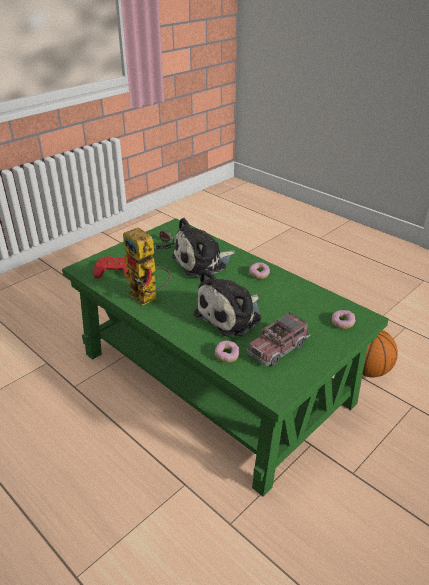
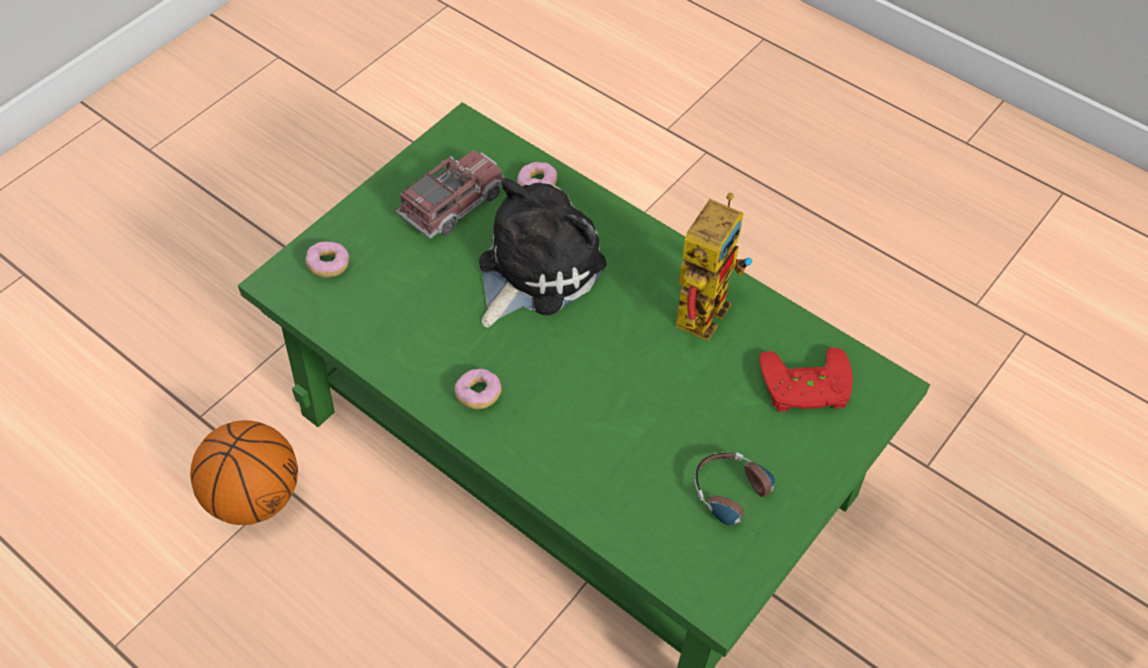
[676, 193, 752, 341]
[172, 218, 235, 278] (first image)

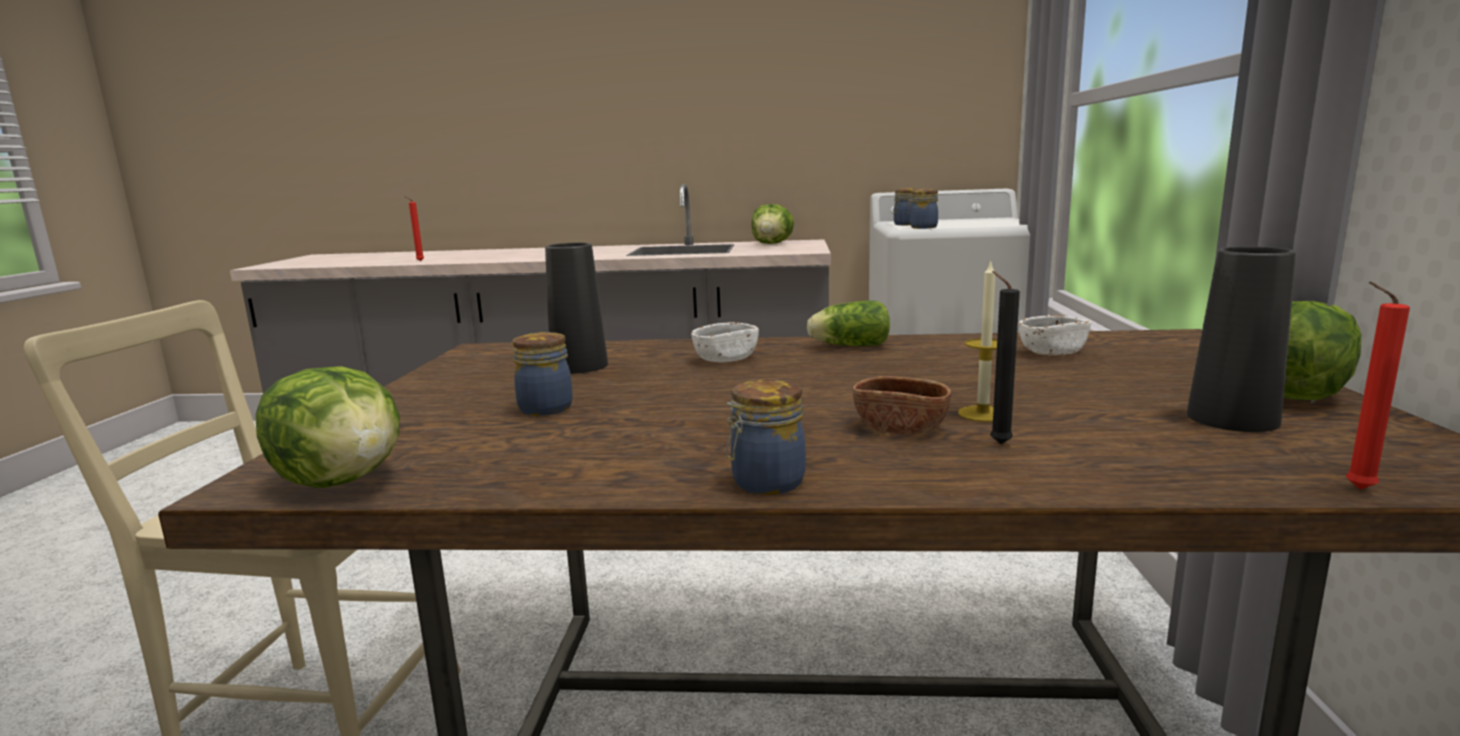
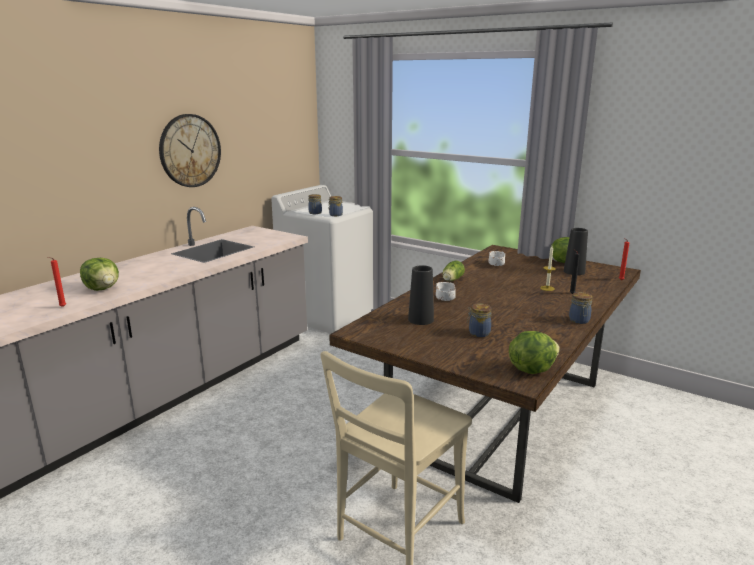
[80, 258, 119, 291]
[159, 114, 221, 187]
[853, 376, 951, 435] (first image)

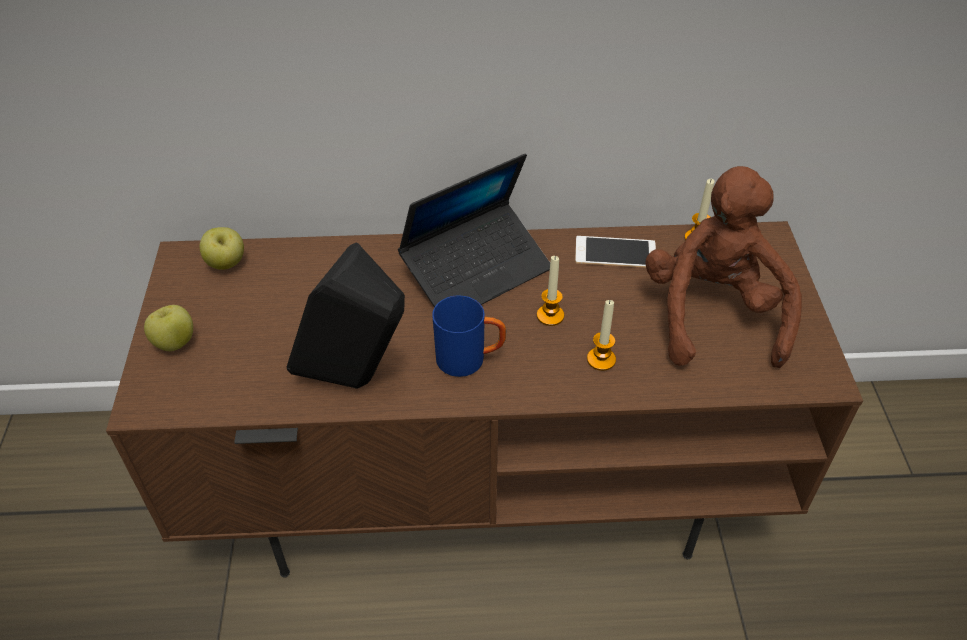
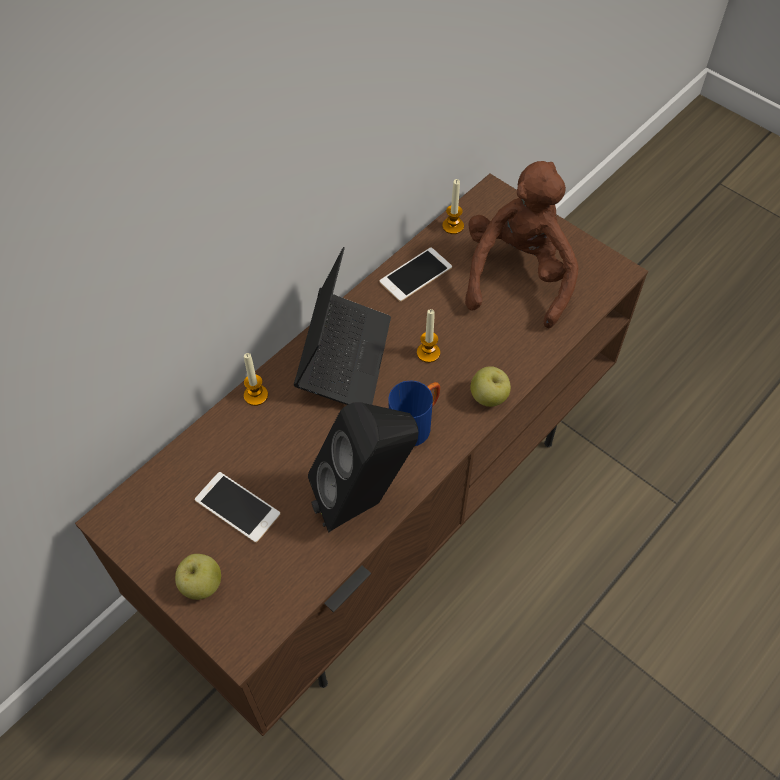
[195, 472, 280, 543]
[244, 353, 268, 406]
[465, 161, 579, 328]
[470, 366, 511, 407]

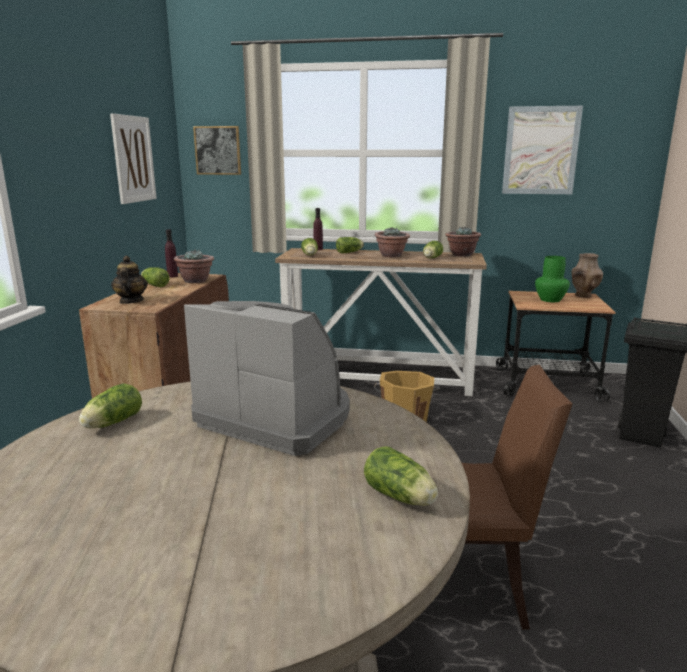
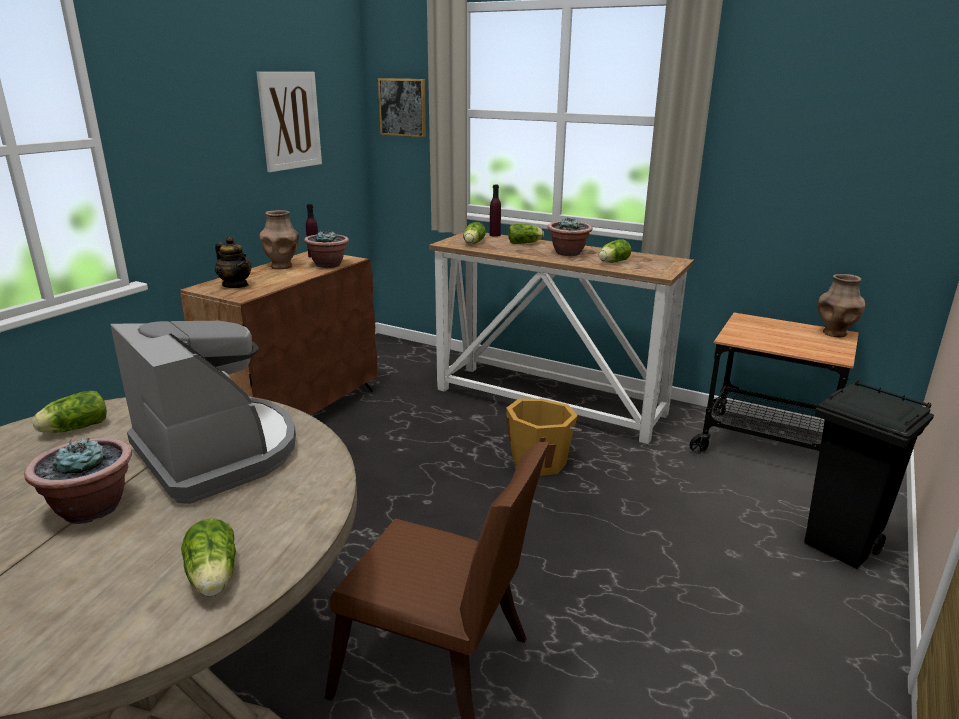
[24, 437, 132, 524]
[215, 237, 251, 288]
[260, 210, 299, 269]
[502, 106, 583, 194] (first image)
[535, 256, 570, 302] (first image)

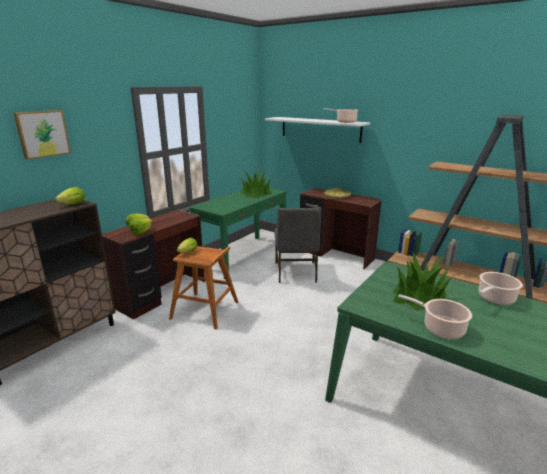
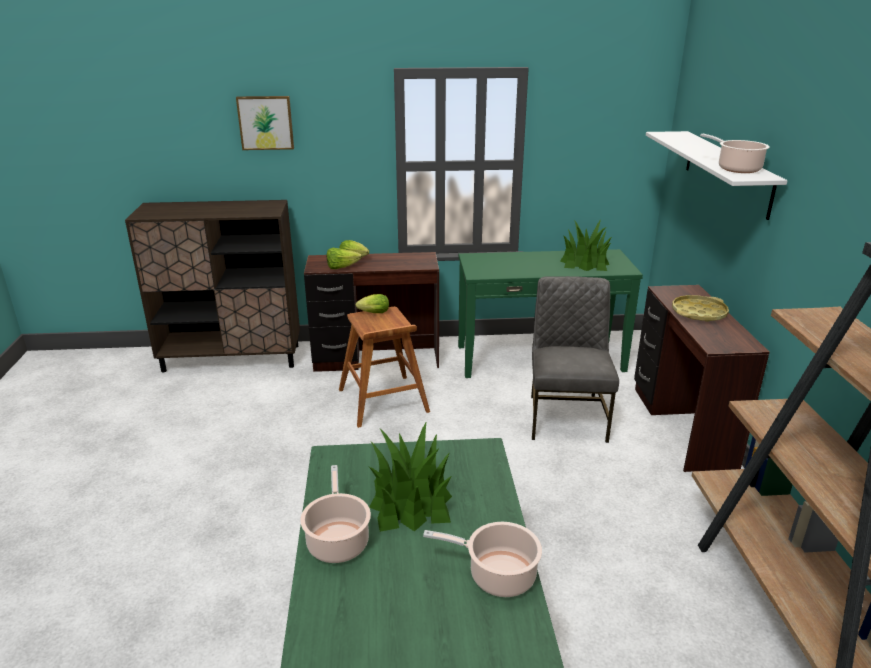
[531, 276, 619, 443]
[55, 187, 85, 204] (first image)

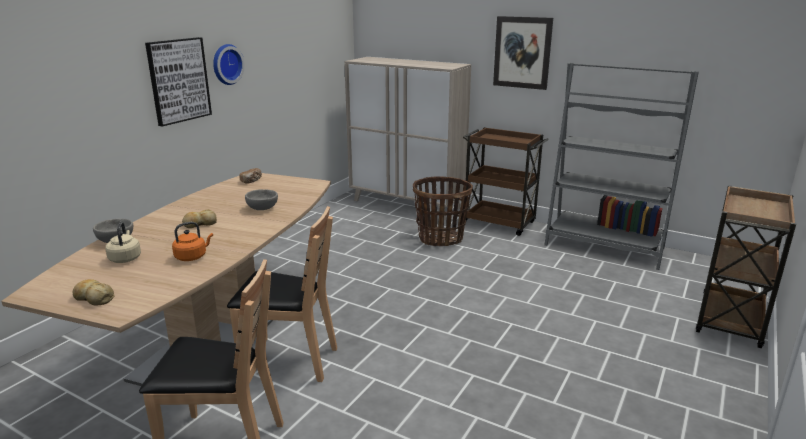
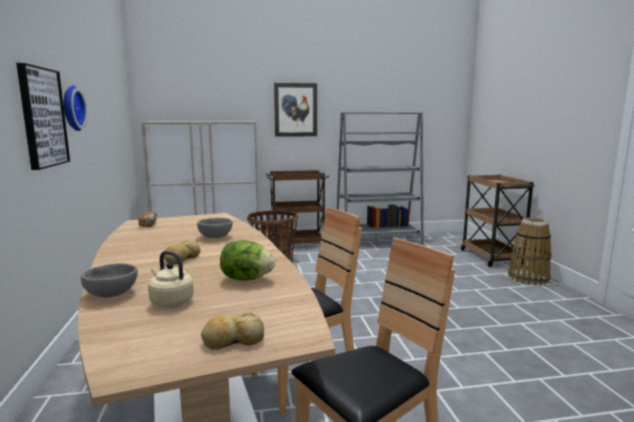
[220, 240, 275, 280]
[508, 217, 552, 286]

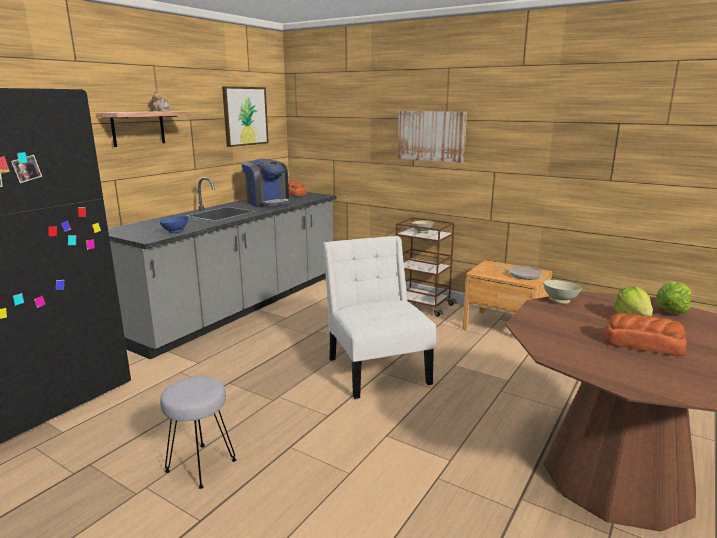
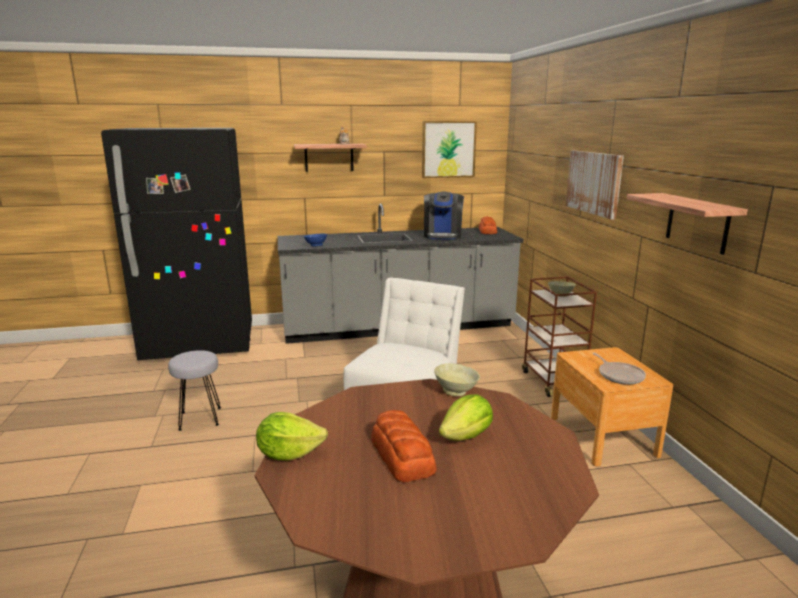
[256, 412, 328, 460]
[627, 193, 748, 255]

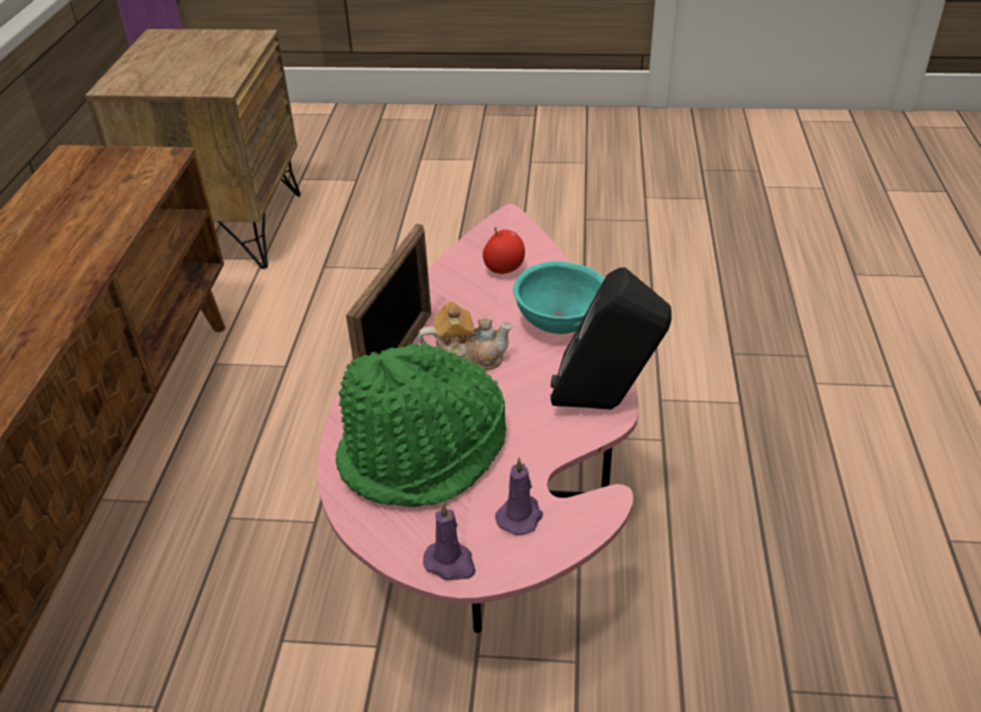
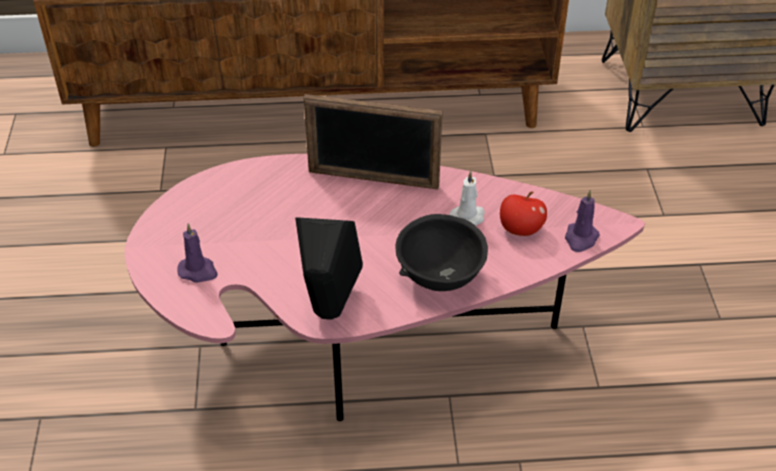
[395, 214, 488, 291]
[449, 171, 485, 226]
[565, 190, 600, 252]
[336, 343, 507, 507] (first image)
[418, 301, 514, 370] (first image)

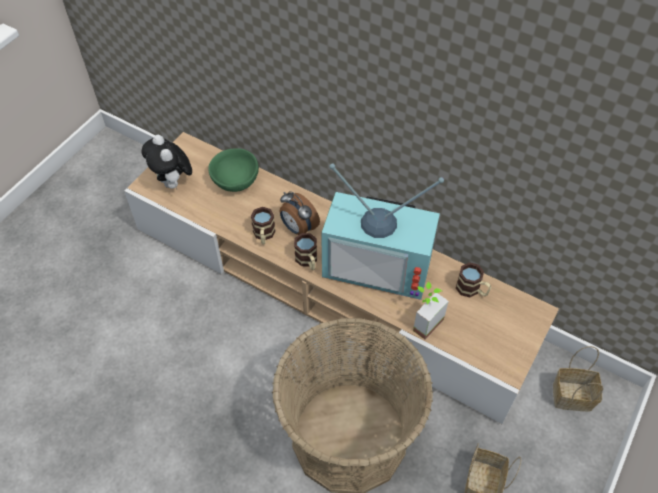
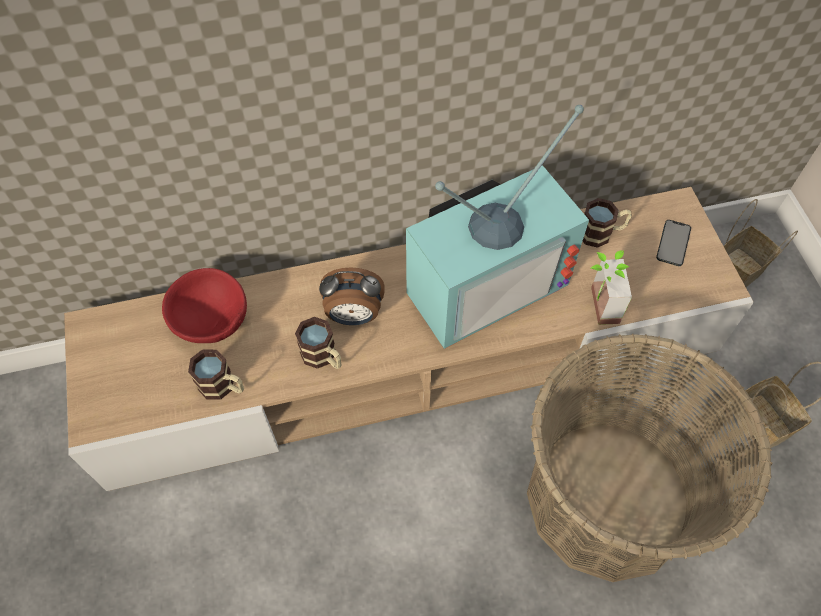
[162, 268, 247, 343]
[188, 350, 244, 400]
[656, 220, 691, 266]
[142, 135, 192, 189] (first image)

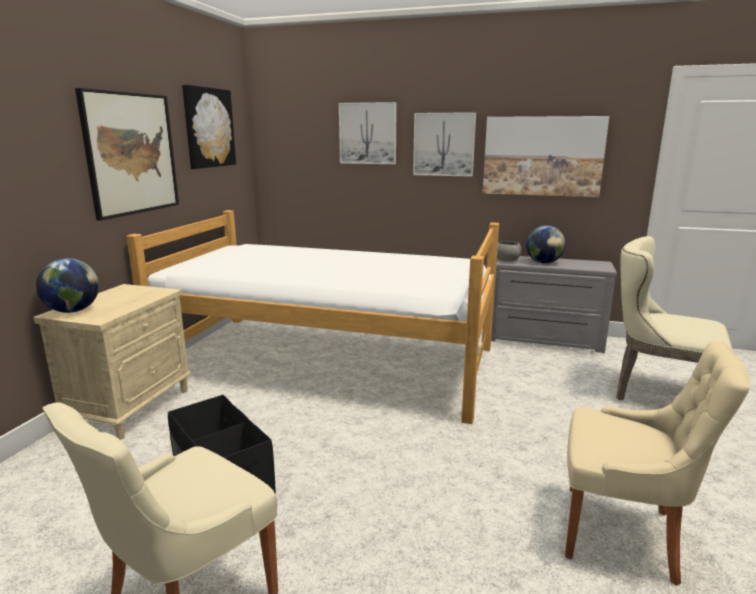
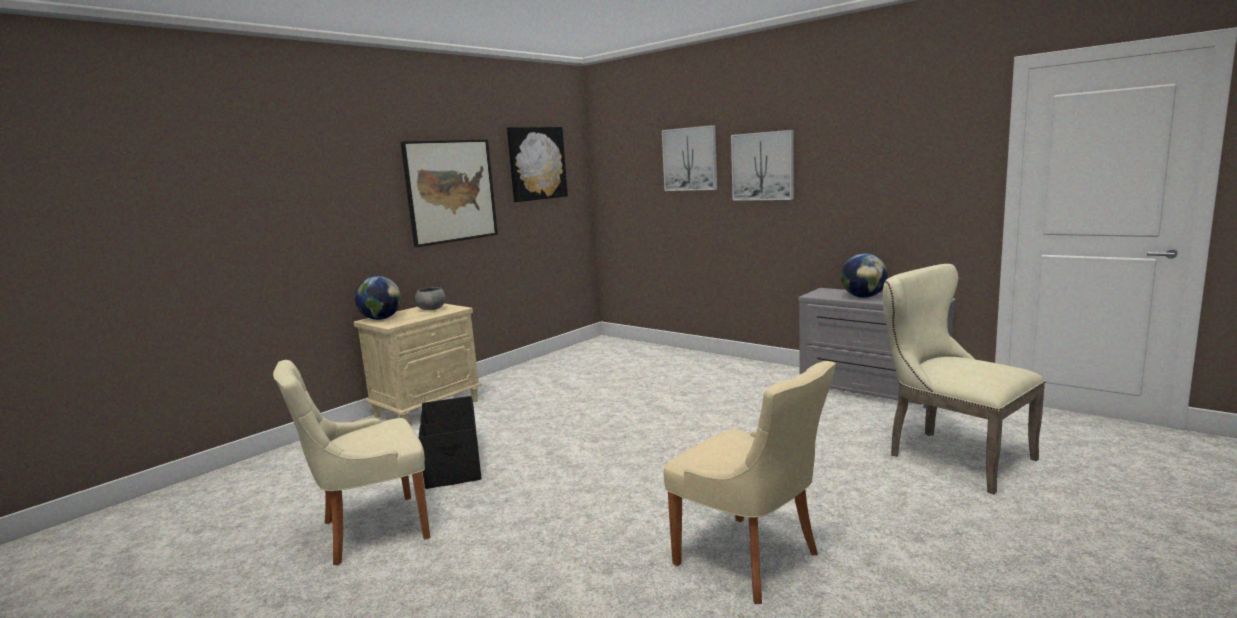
[415, 287, 445, 310]
[126, 210, 499, 424] (first image)
[483, 116, 609, 197] (first image)

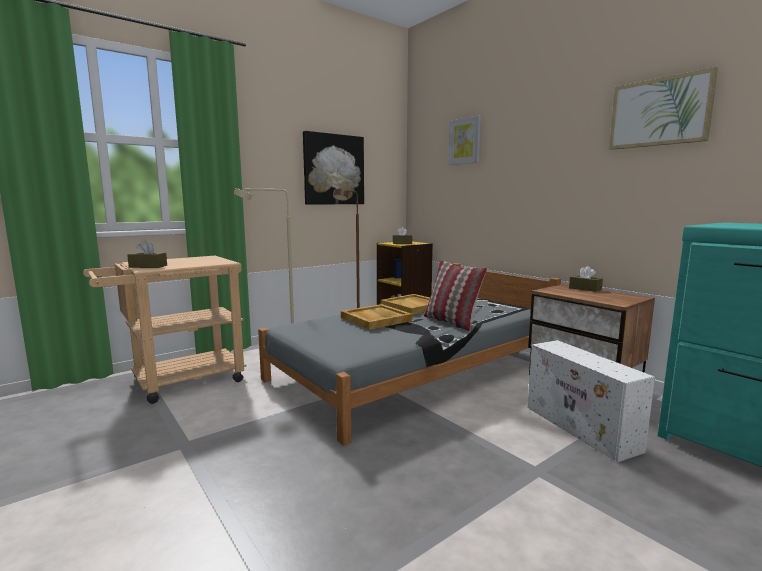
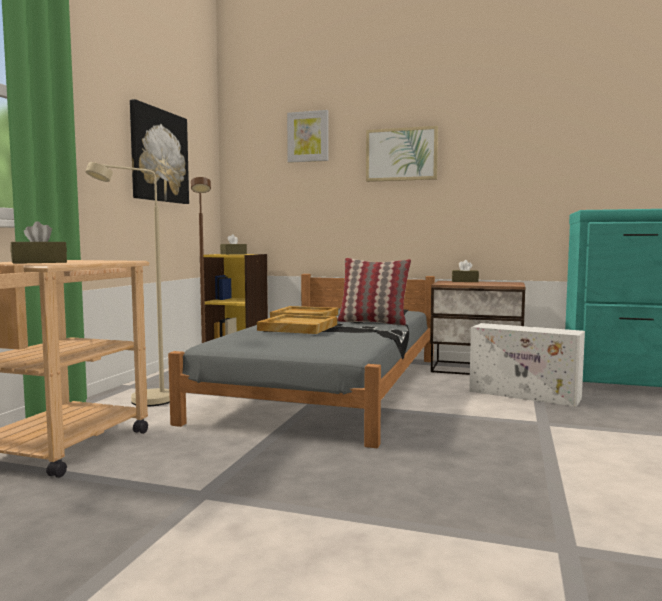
[366, 126, 438, 182]

